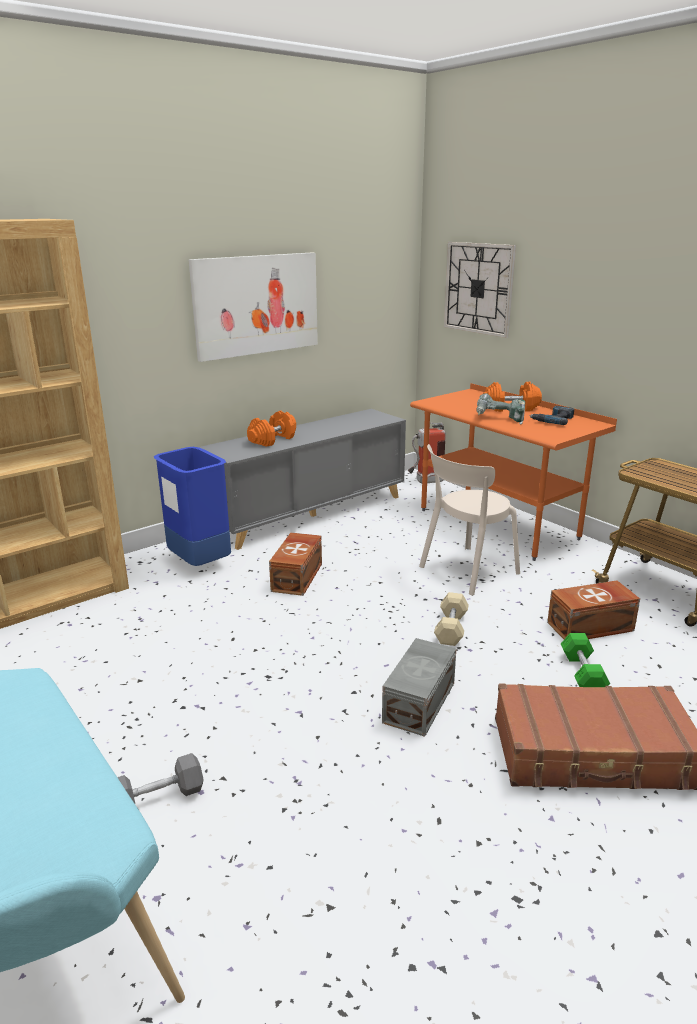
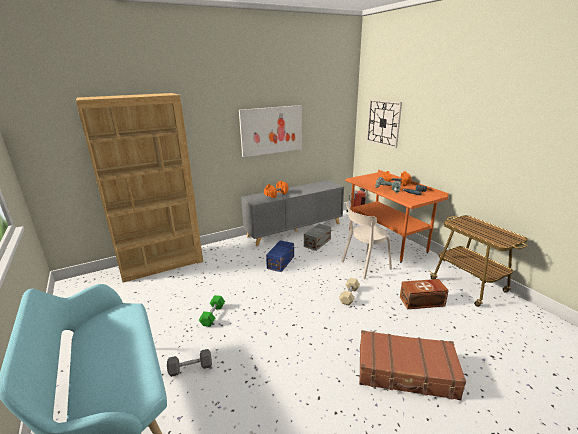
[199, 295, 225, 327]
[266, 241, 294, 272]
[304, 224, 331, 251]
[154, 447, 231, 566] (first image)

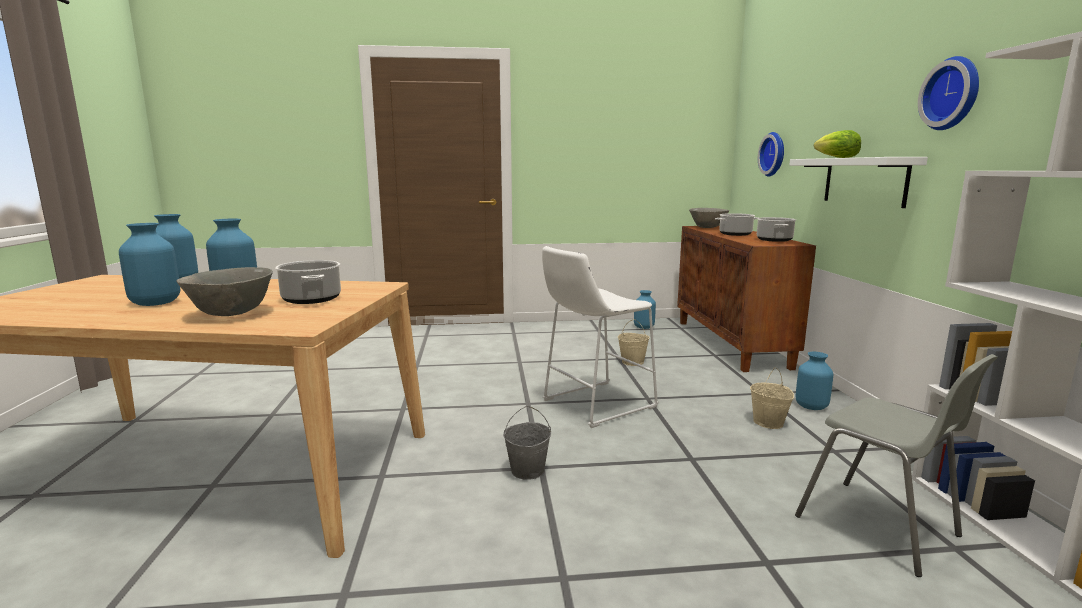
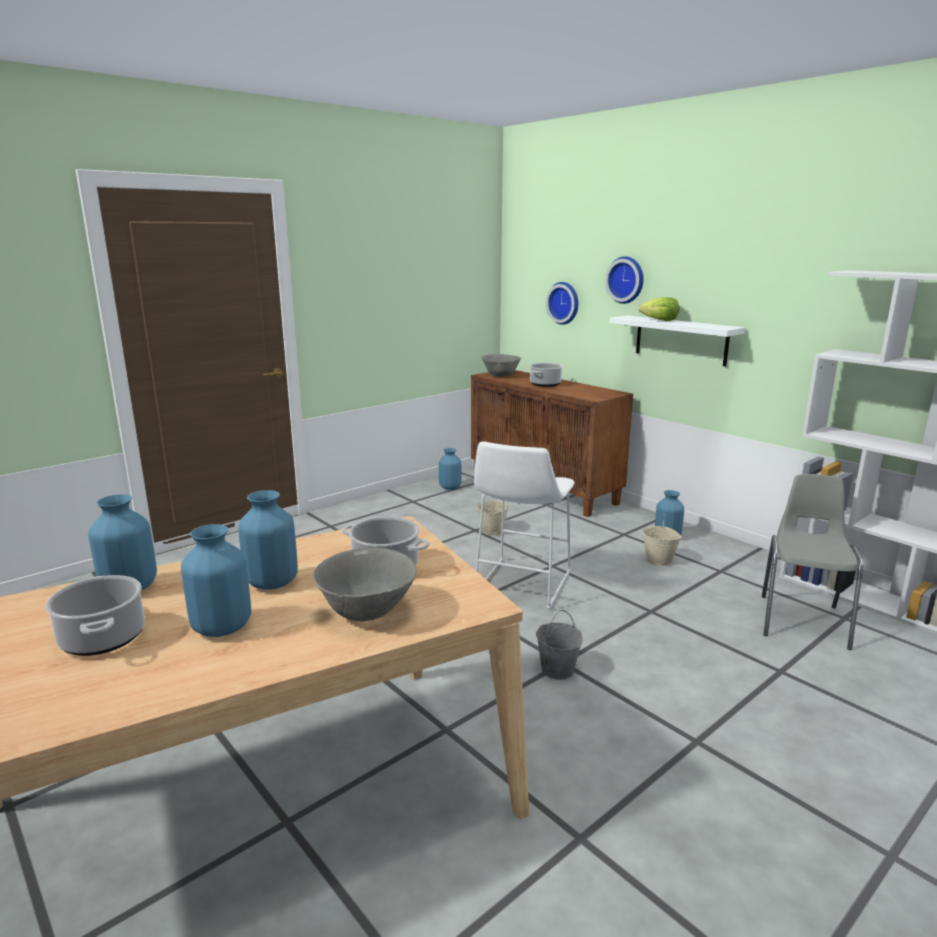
[45, 575, 145, 656]
[605, 256, 644, 304]
[762, 474, 863, 650]

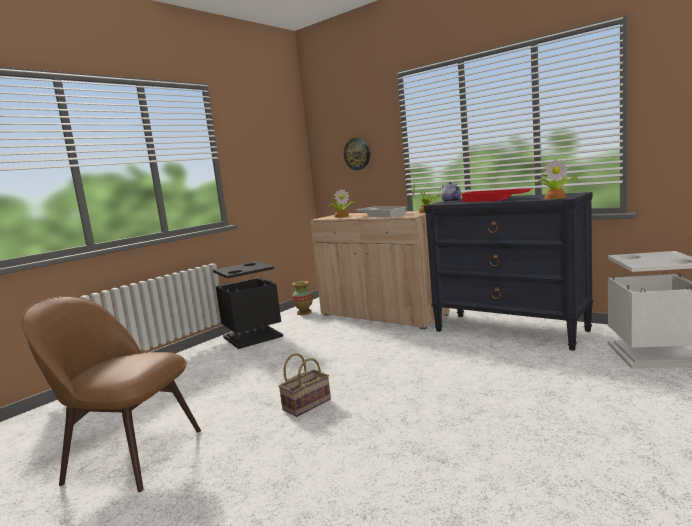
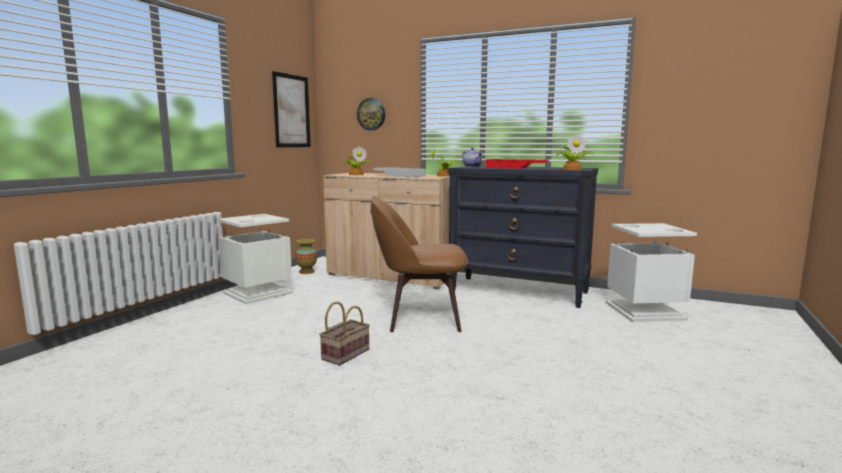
[218, 214, 293, 304]
[272, 71, 311, 147]
[371, 196, 468, 332]

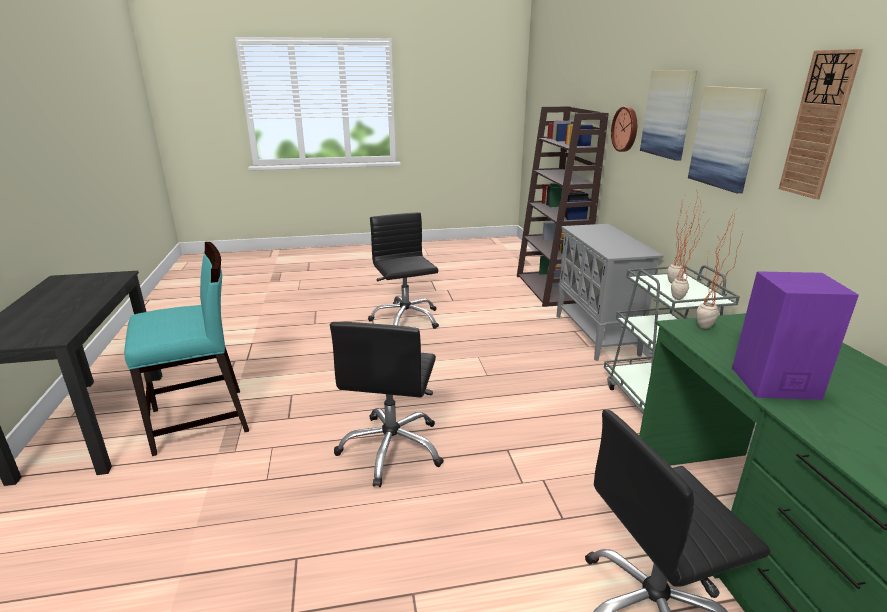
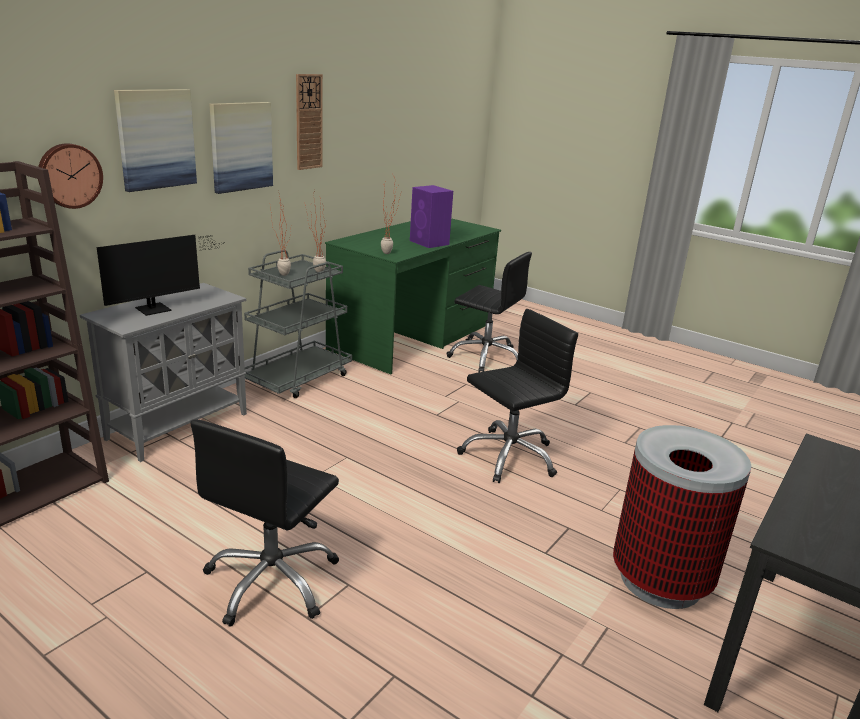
[97, 235, 224, 316]
[613, 425, 751, 609]

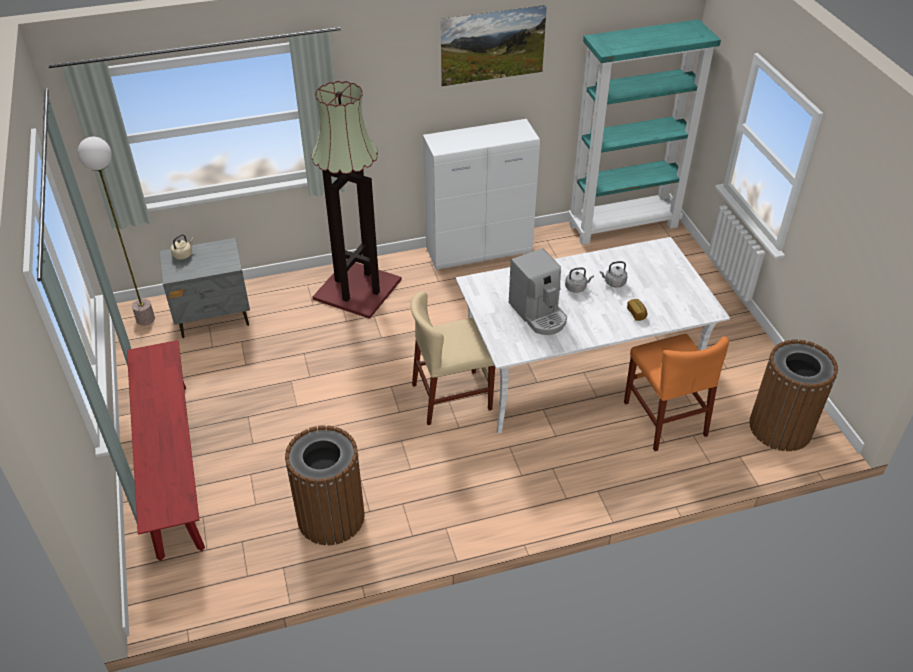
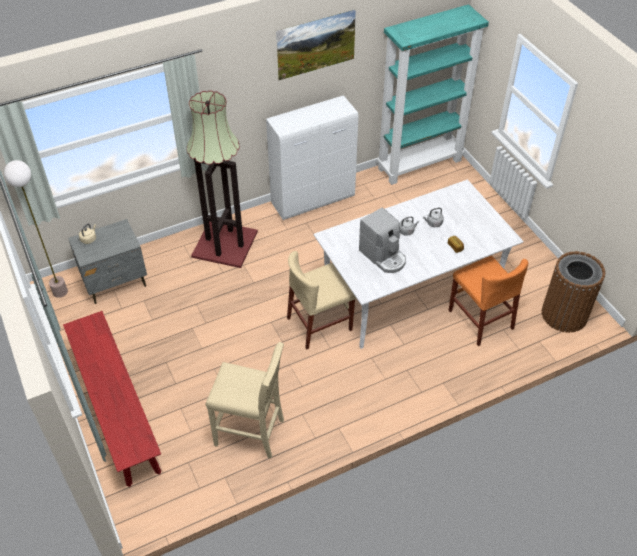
[206, 342, 284, 458]

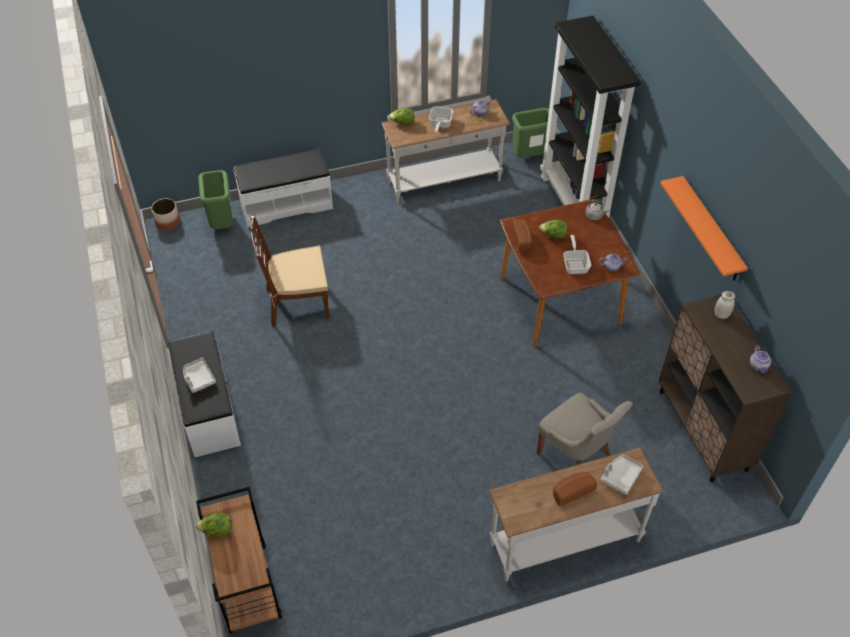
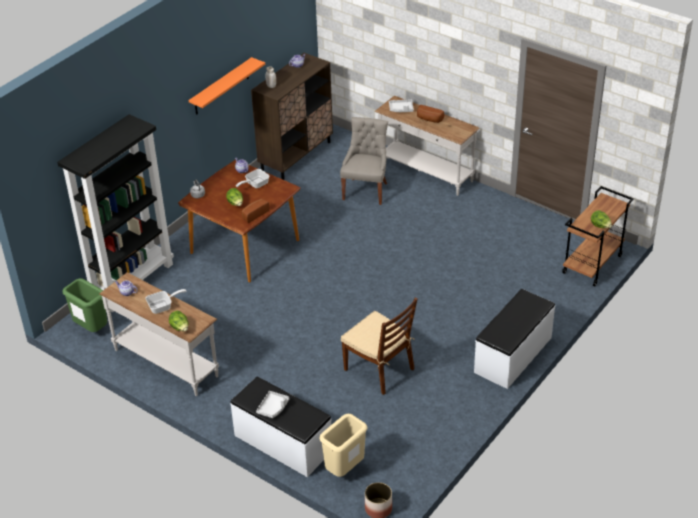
[256, 391, 290, 418]
[319, 414, 368, 477]

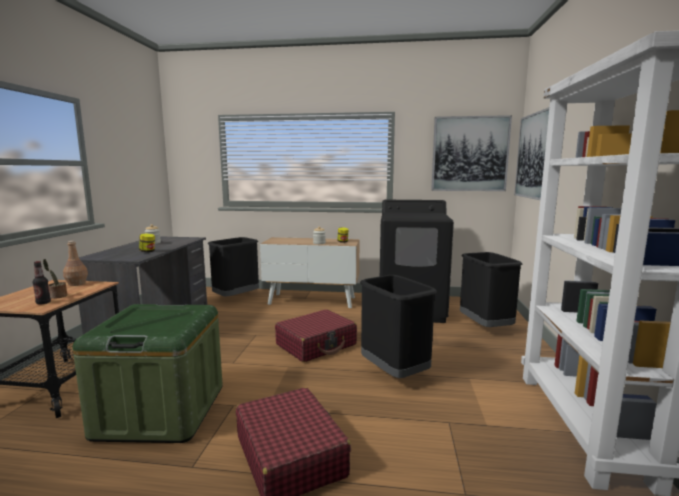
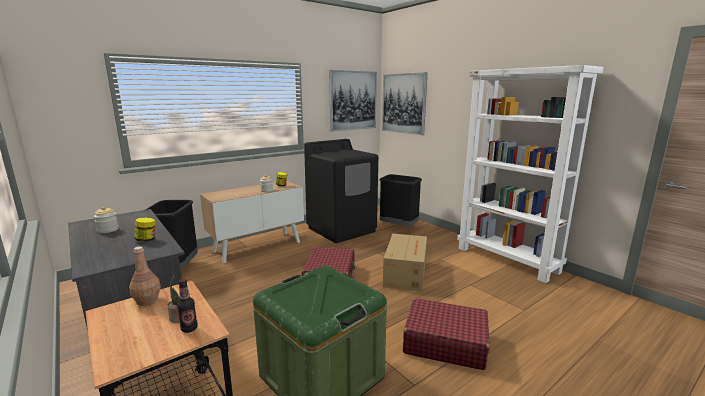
[383, 233, 427, 291]

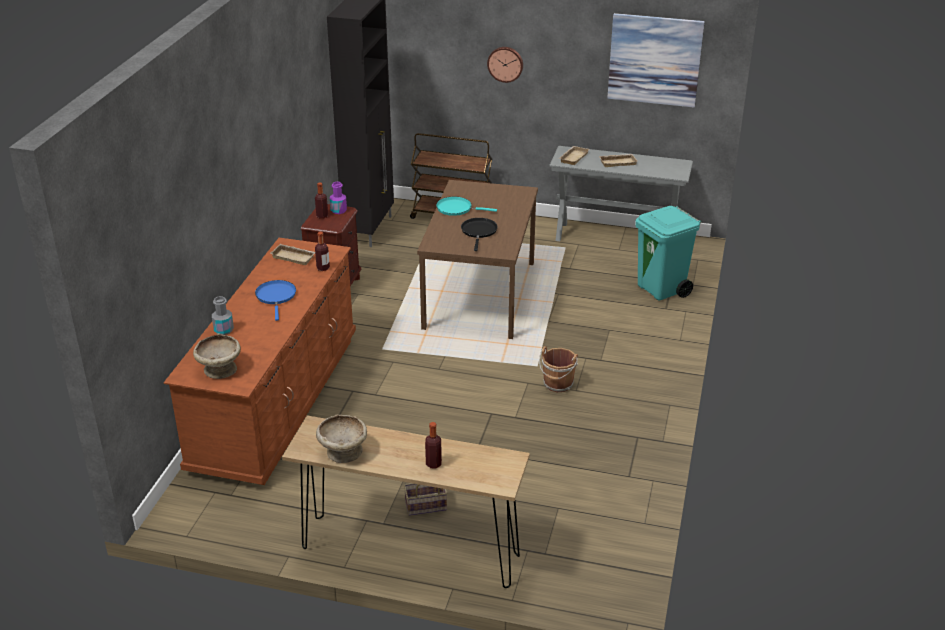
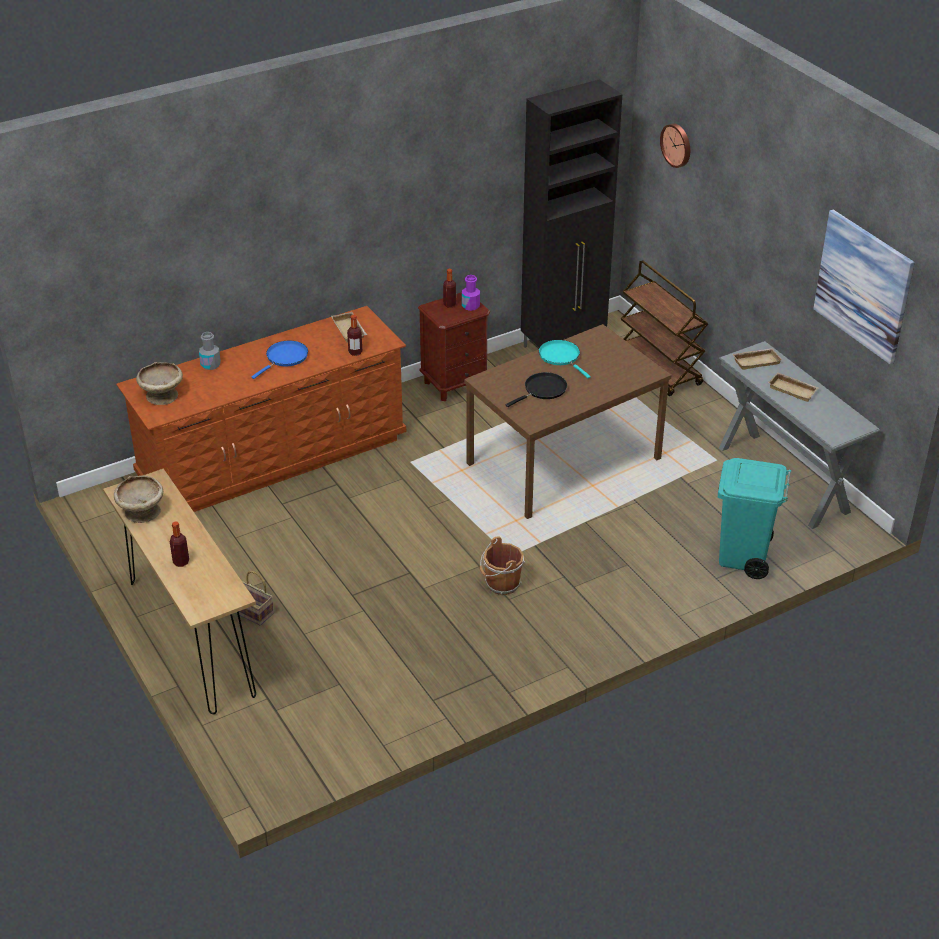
[660, 123, 690, 168]

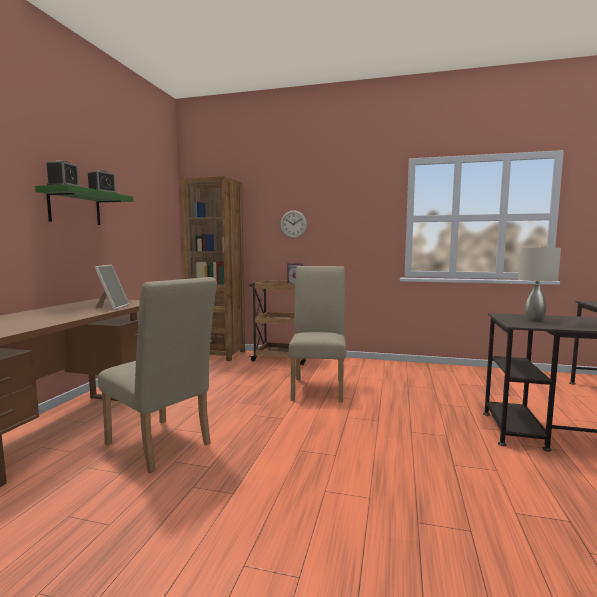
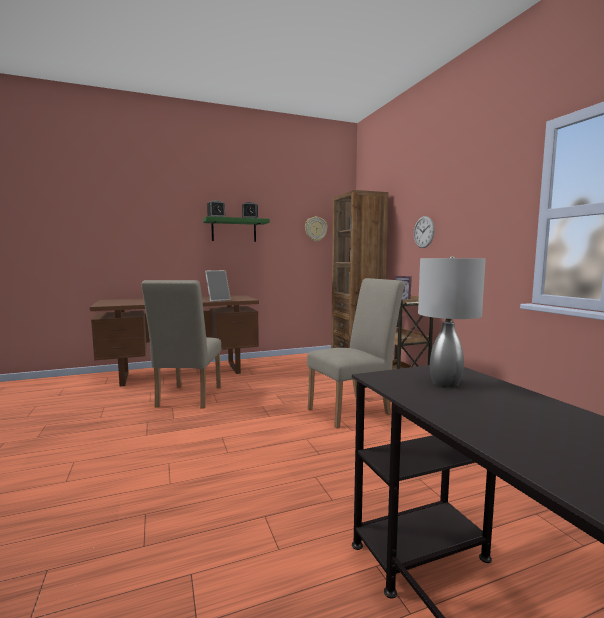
[305, 217, 328, 242]

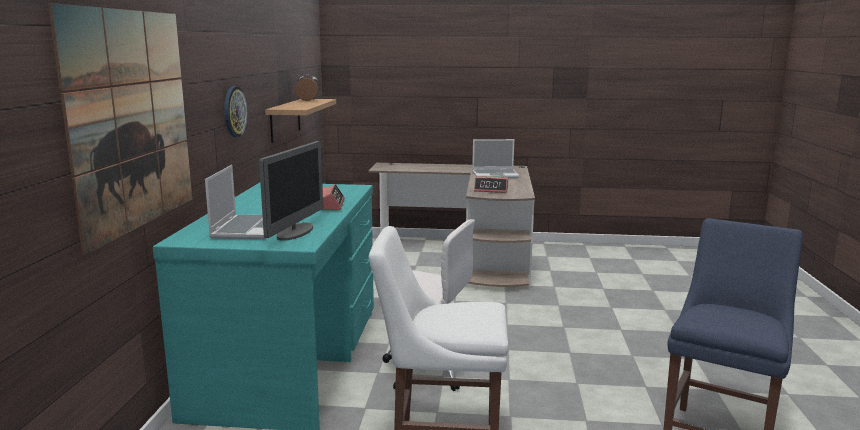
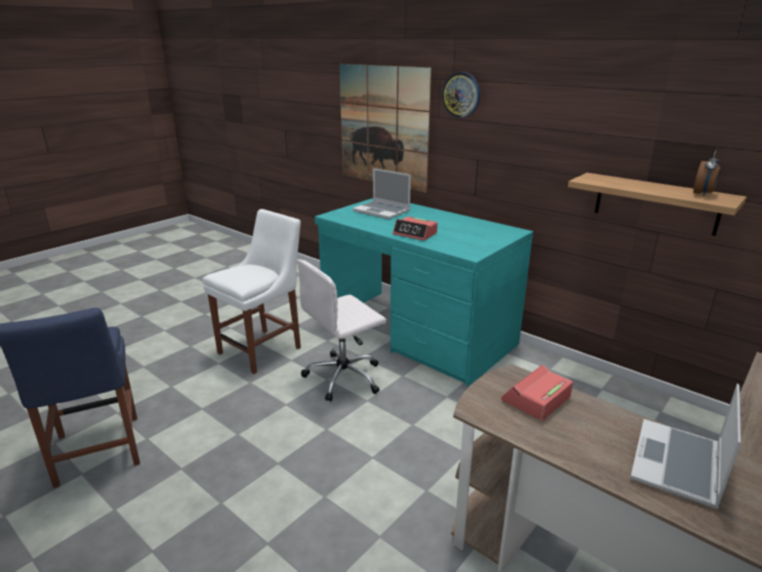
[442, 72, 480, 118]
[259, 141, 323, 241] (first image)

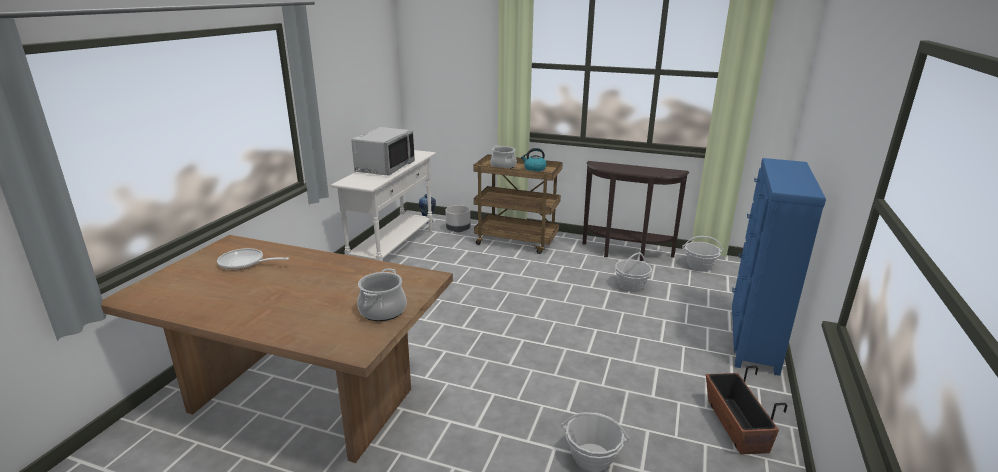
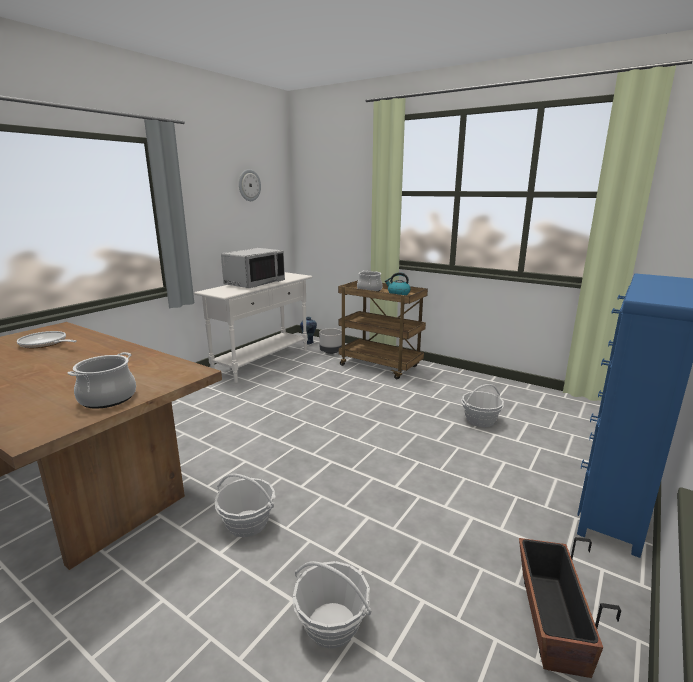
[215, 474, 275, 537]
[239, 169, 261, 201]
[582, 161, 689, 261] (first image)

